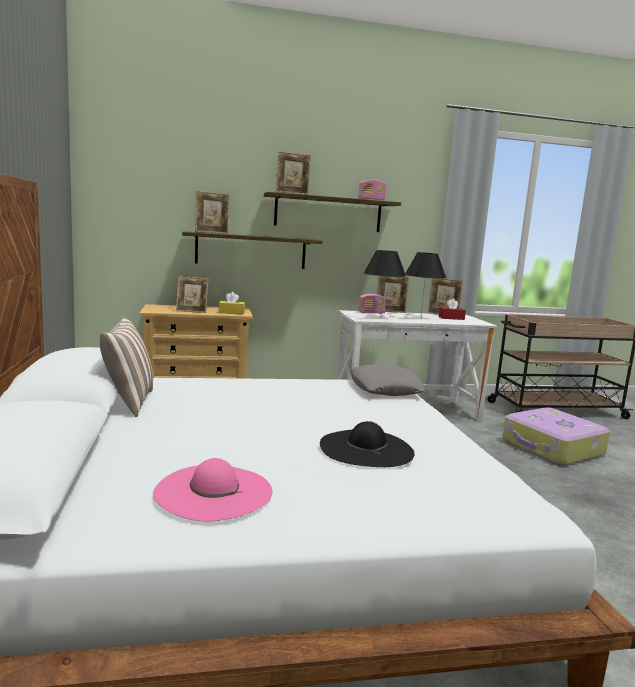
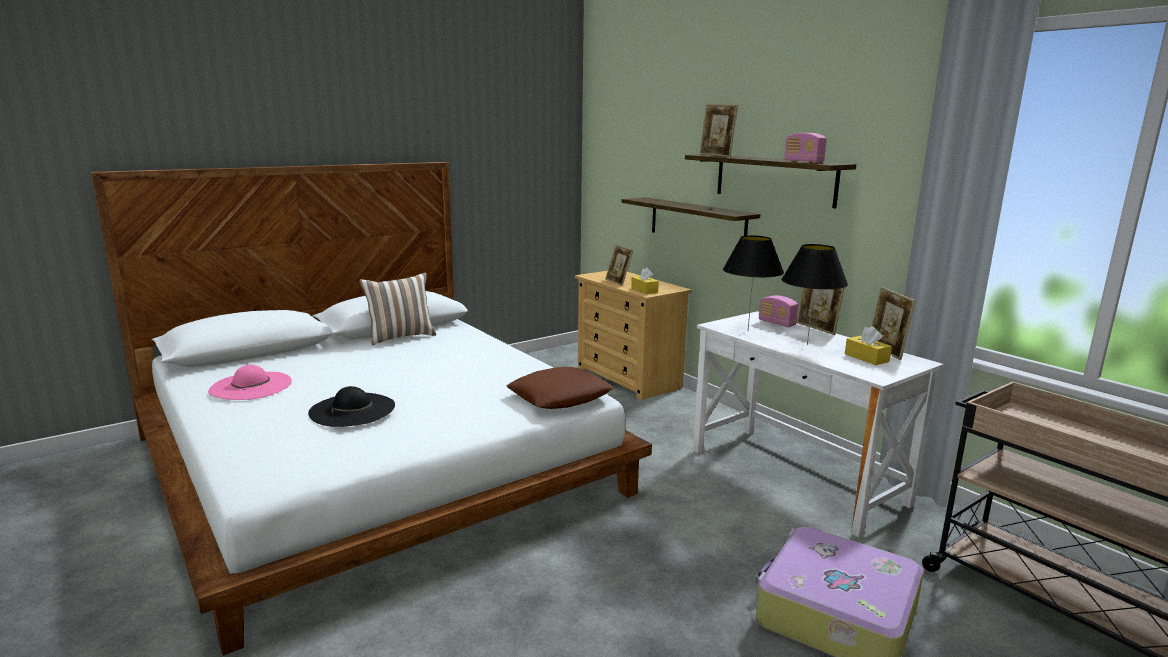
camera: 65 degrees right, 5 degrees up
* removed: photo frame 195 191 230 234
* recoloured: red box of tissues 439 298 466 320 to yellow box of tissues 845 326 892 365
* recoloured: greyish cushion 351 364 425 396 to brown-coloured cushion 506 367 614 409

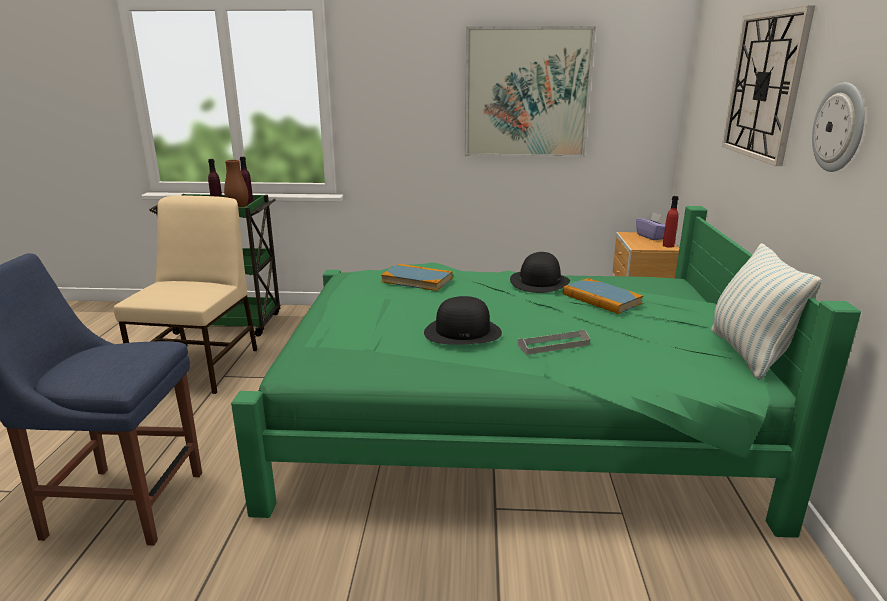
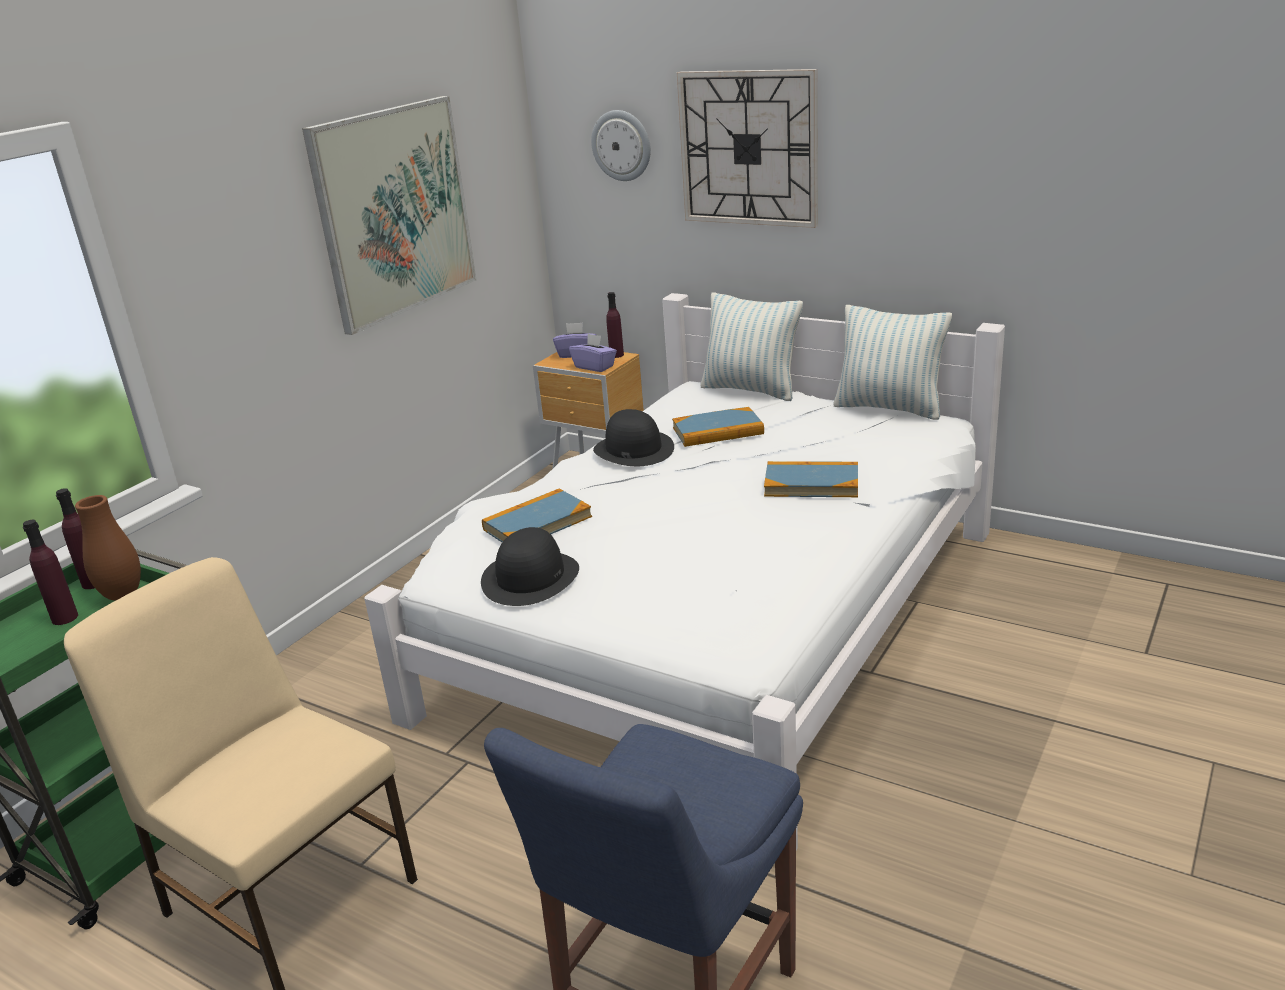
camera: 60 degrees left, 5 degrees up
* moved: clock on the wall 812 82 865 172 to 591 110 651 181
* recoloured: red bottle 663 196 679 248 to purple-coloured bottle 606 292 624 358
* recoloured: greenish bedroom bed 231 206 861 538 to white-coloured bedroom bed 364 293 1005 864
* moved: blackish clothing hat 424 296 502 345 to 481 527 579 606
* replaced: greyish carrying tray 517 330 590 355 to volume 764 461 858 497
* added: cushion 700 292 803 401
* added: purple-coloured box of tissues 569 334 617 372

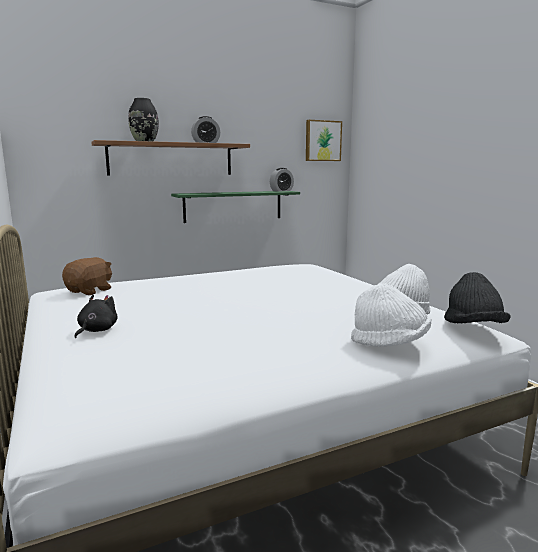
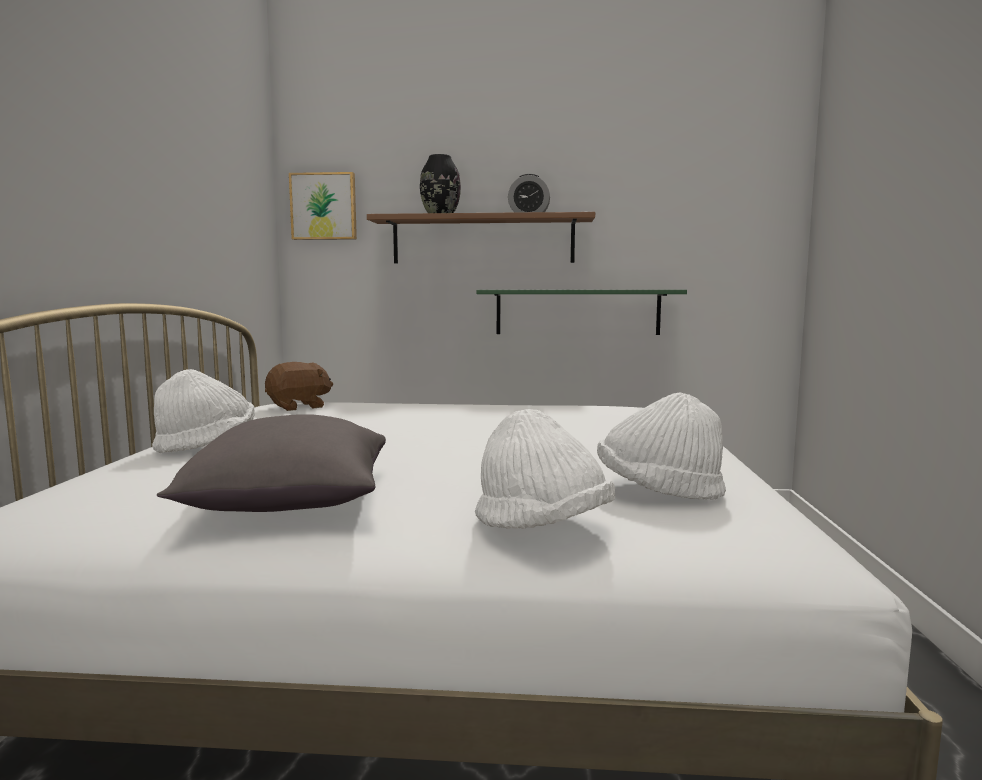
camera: 30 degrees right, 5 degrees down
* moved: wall picture 306 120 342 161 to 289 172 357 240
* removed: table clock 270 168 294 192
* removed: blackish clothing hat 444 272 511 323
* replaced: blackish cuddly toy 74 295 118 338 to white-coloured clothing hat 152 369 255 453
* added: greyish cushion 157 414 386 512

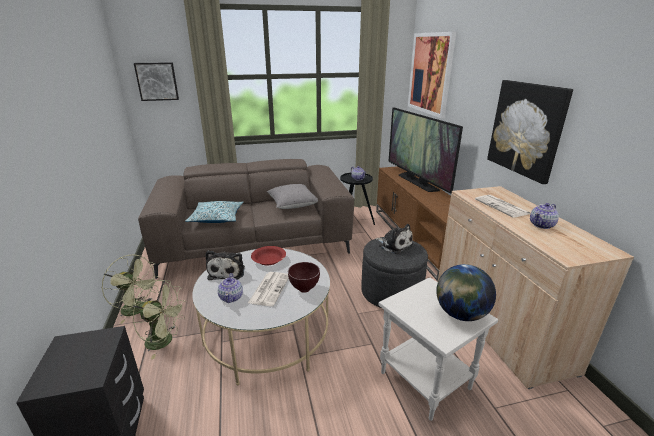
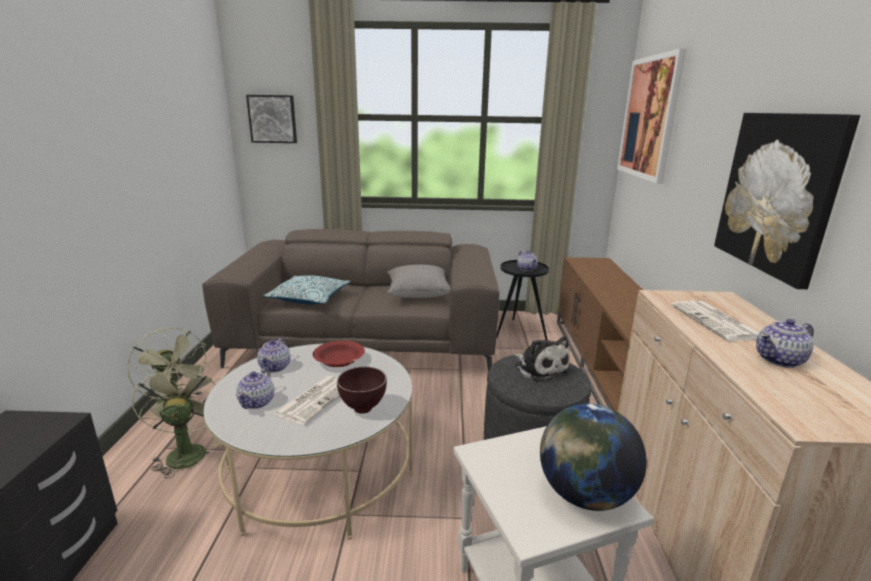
camera: 15 degrees right, 5 degrees down
* removed: TV 388 107 463 194
* replaced: cuddly toy 205 251 245 280 to teapot 258 337 291 373
* turned: greenish cooling fan 133 280 186 359 = 131 362 222 478 135 degrees counterclockwise

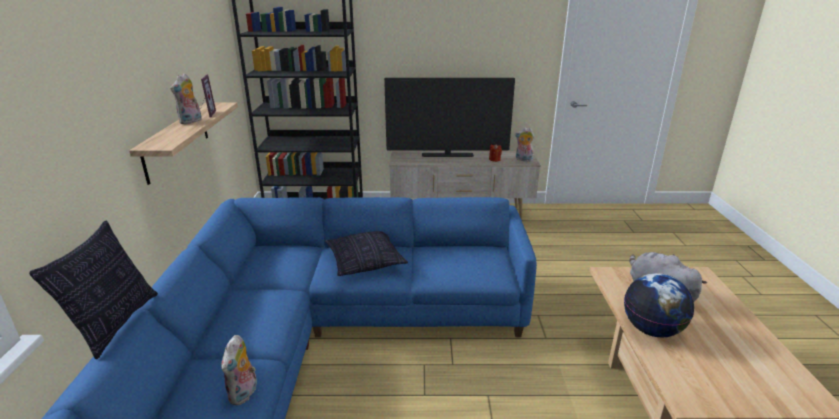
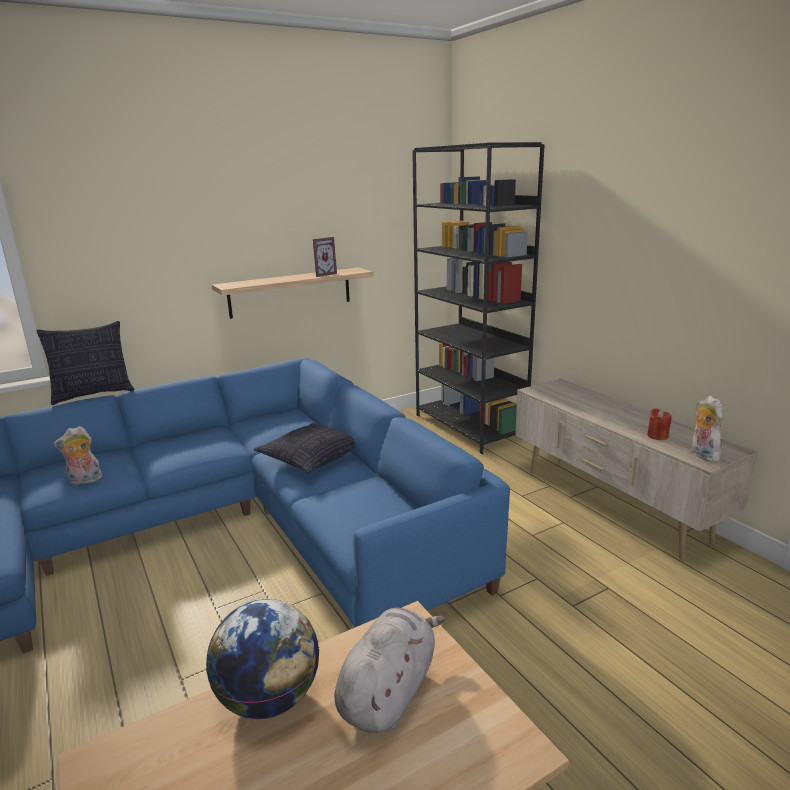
camera: 60 degrees right, 5 degrees down
* removed: cuddly toy 170 73 202 124
* removed: TV 384 78 515 157

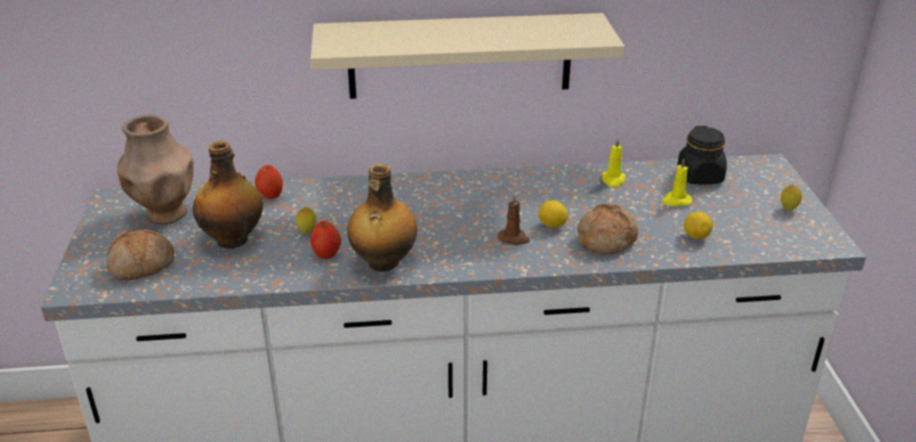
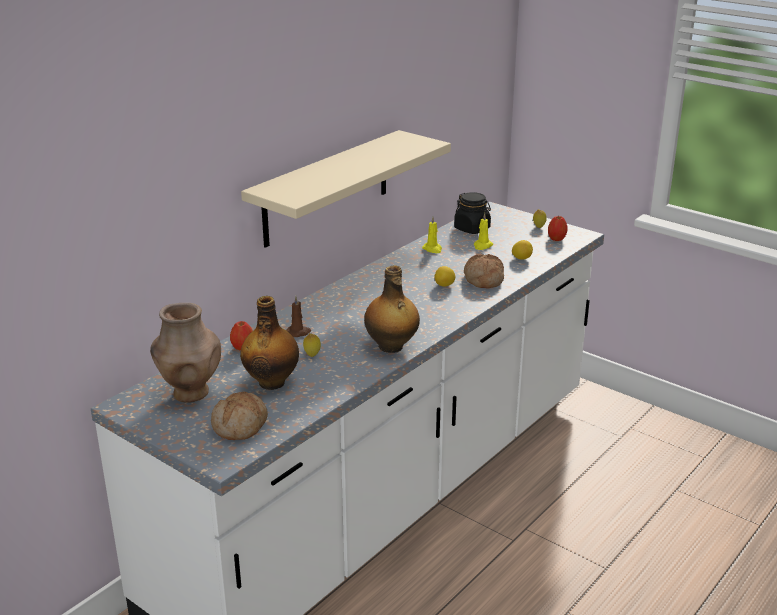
camera: 45 degrees left, 5 degrees down
* moved: brown-coloured wax light 498 194 530 245 to 286 296 311 337
* moved: apple 311 221 341 259 to 548 216 568 241

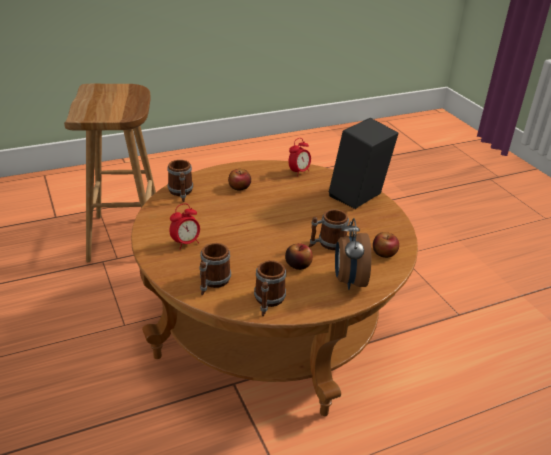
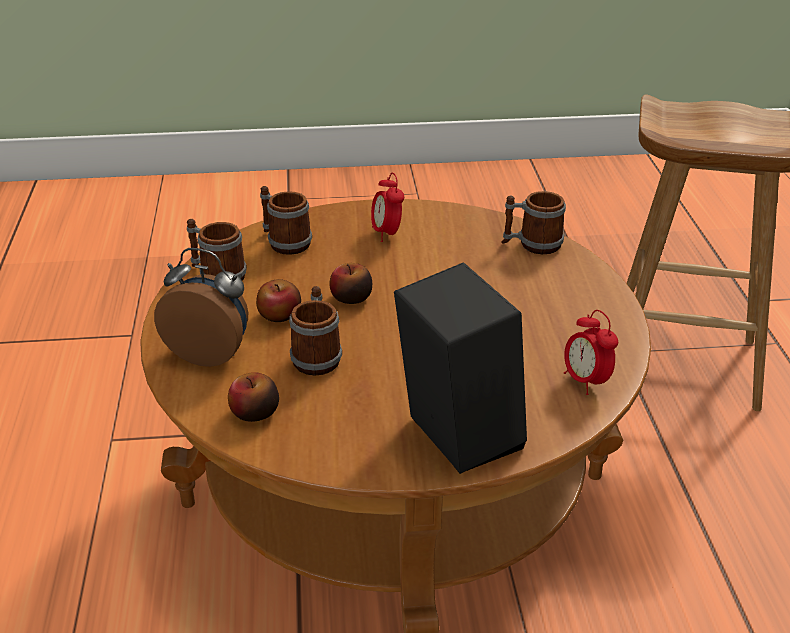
camera: 110 degrees right, 0 degrees up
* moved: apple 228 169 251 191 to 330 263 372 304

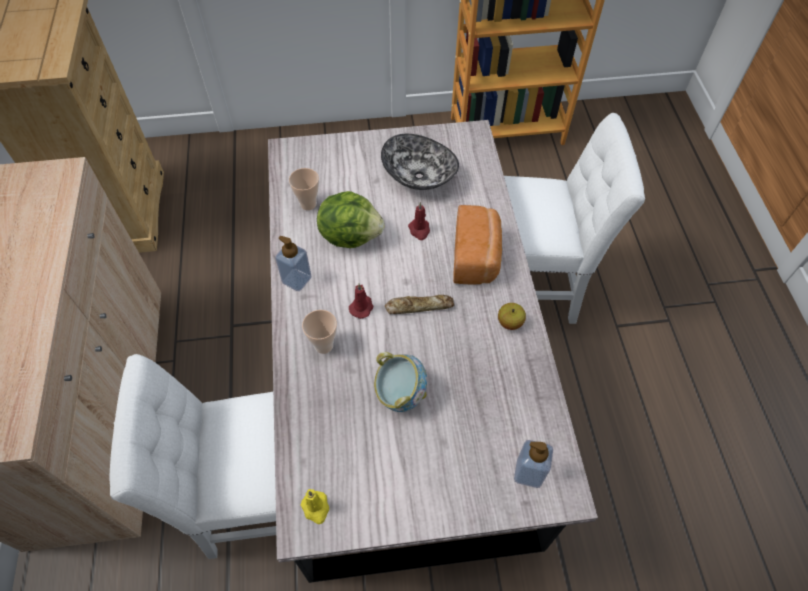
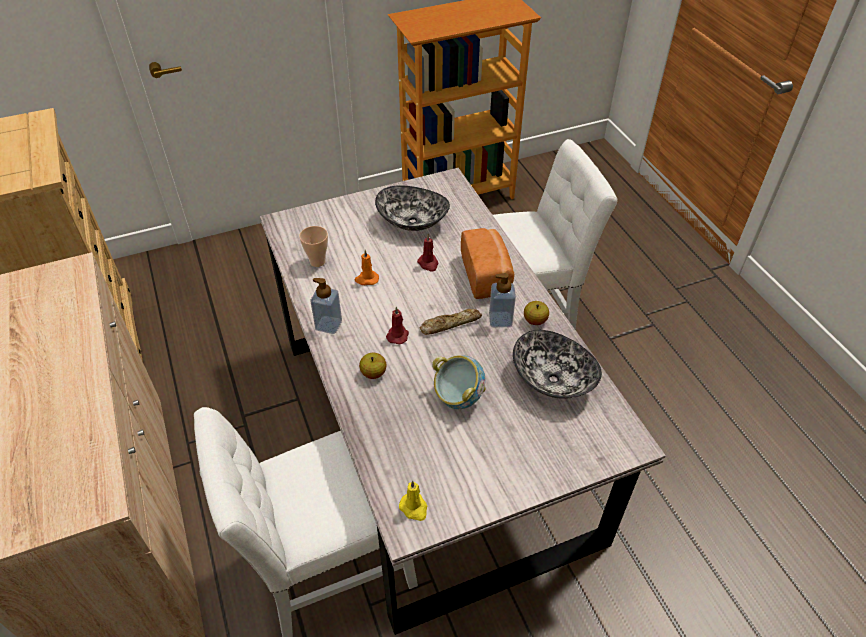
camera: 15 degrees left, 10 degrees down
* replaced: lettuce 317 191 385 248 to orange-coloured wax light 355 250 379 285
* replaced: small cup 302 310 337 354 to apple 359 353 386 379
* moved: soap bottle 514 440 553 488 to 489 273 516 327
* added: serving bowl 513 330 602 399

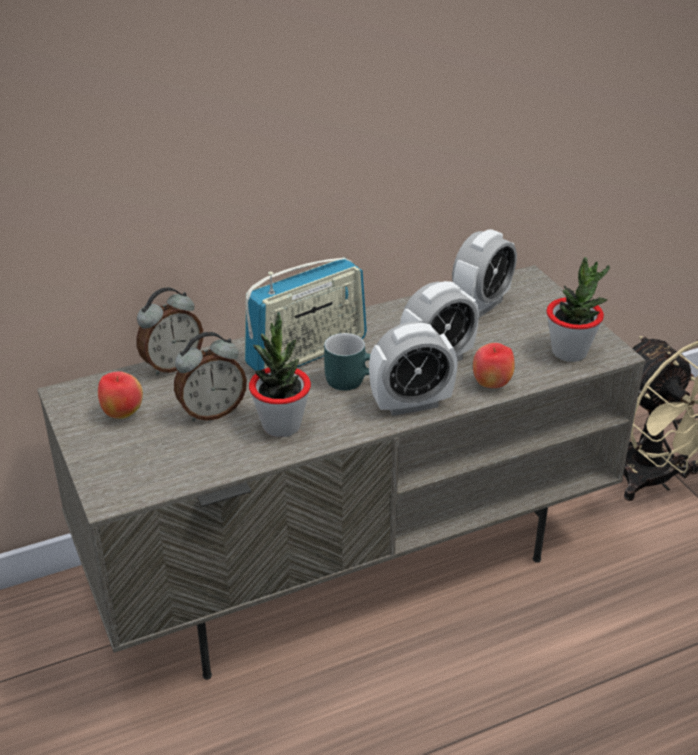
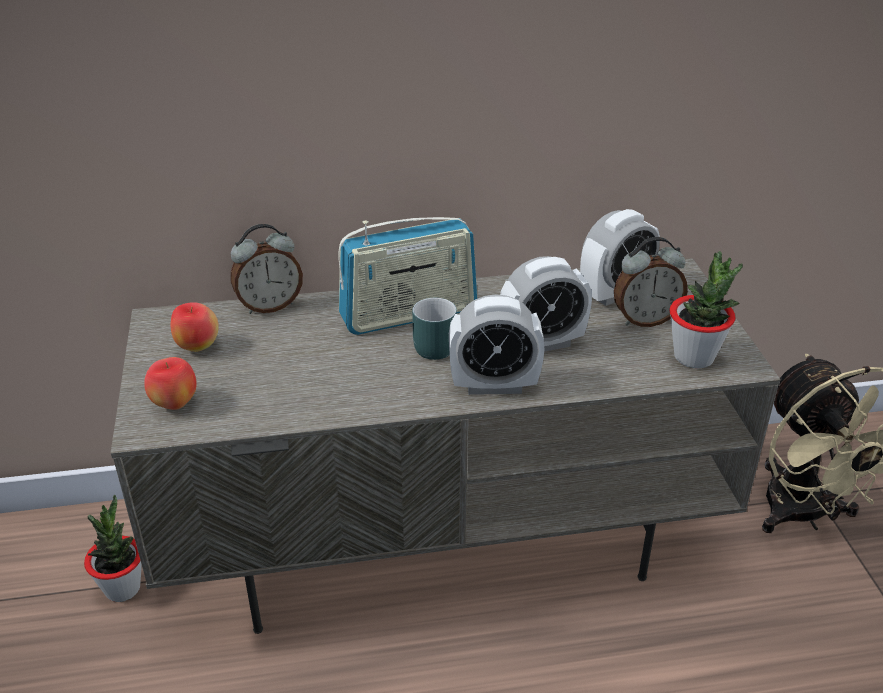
camera: 15 degrees right, 0 degrees up
* moved: houseplant 249 312 311 437 to 84 495 142 602
* moved: table clock 174 332 247 422 to 614 237 688 327
* moved: apple 473 343 515 388 to 144 357 197 410

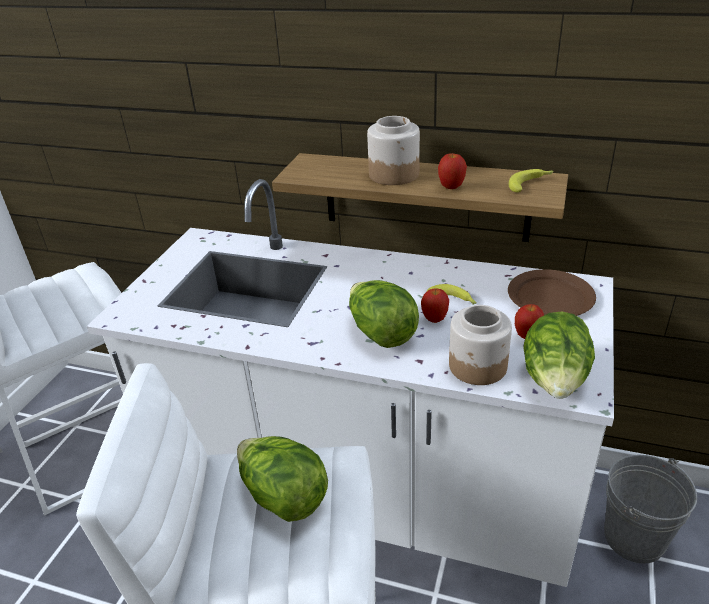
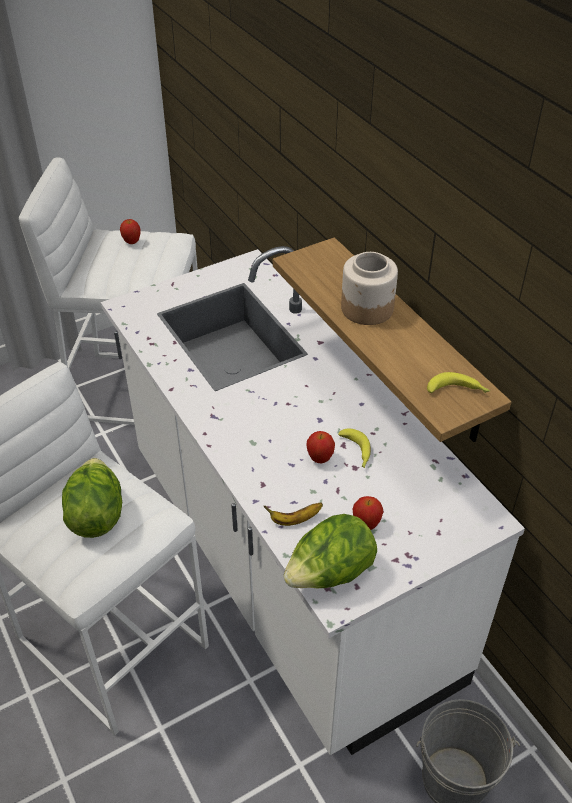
camera: 40 degrees right, 10 degrees up
* moved: apple 438 152 467 189 to 120 219 140 244
* removed: brown-coloured plate 508 269 596 316
* removed: lettuce 349 280 419 348
* replaced: storage jar 449 305 512 385 to whole banana 264 503 323 526

